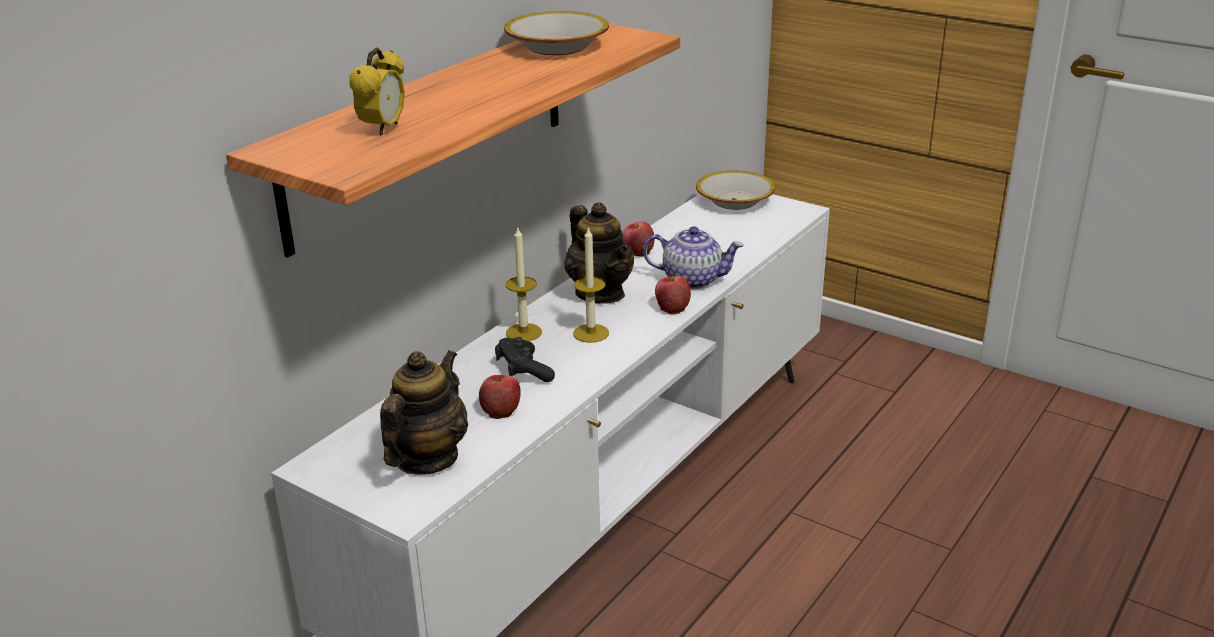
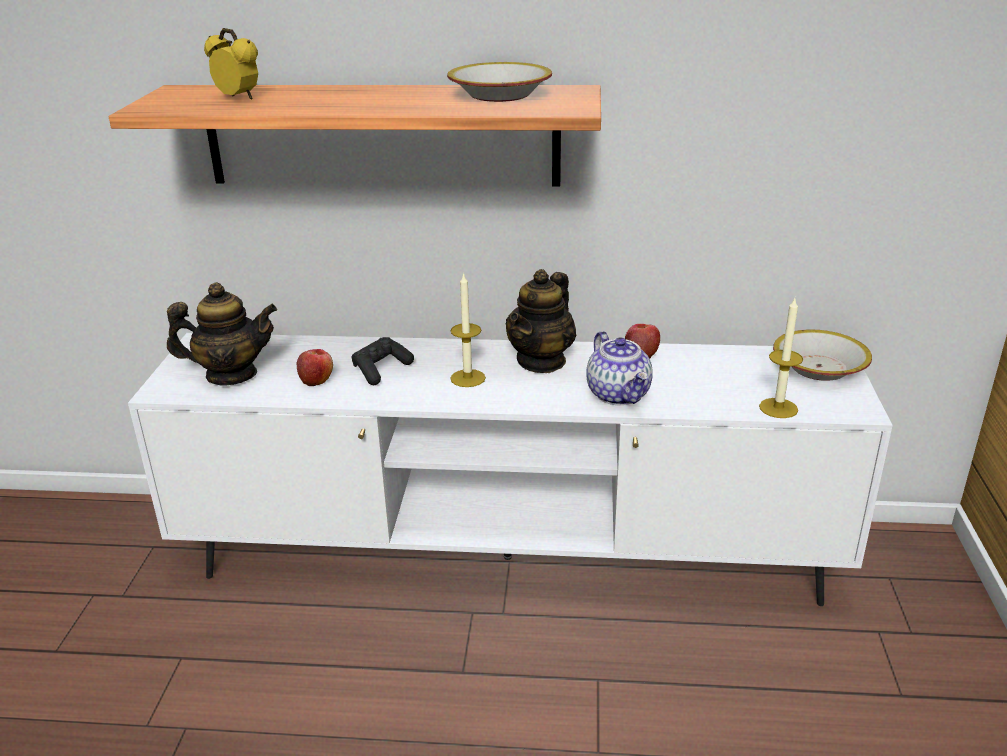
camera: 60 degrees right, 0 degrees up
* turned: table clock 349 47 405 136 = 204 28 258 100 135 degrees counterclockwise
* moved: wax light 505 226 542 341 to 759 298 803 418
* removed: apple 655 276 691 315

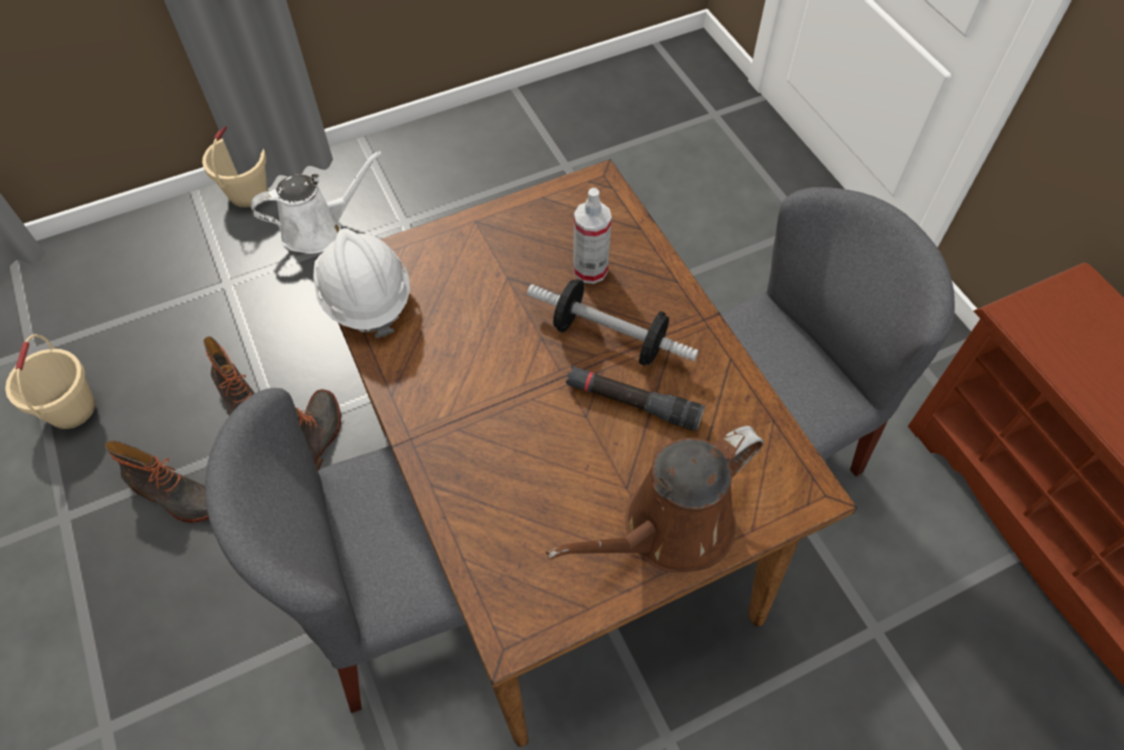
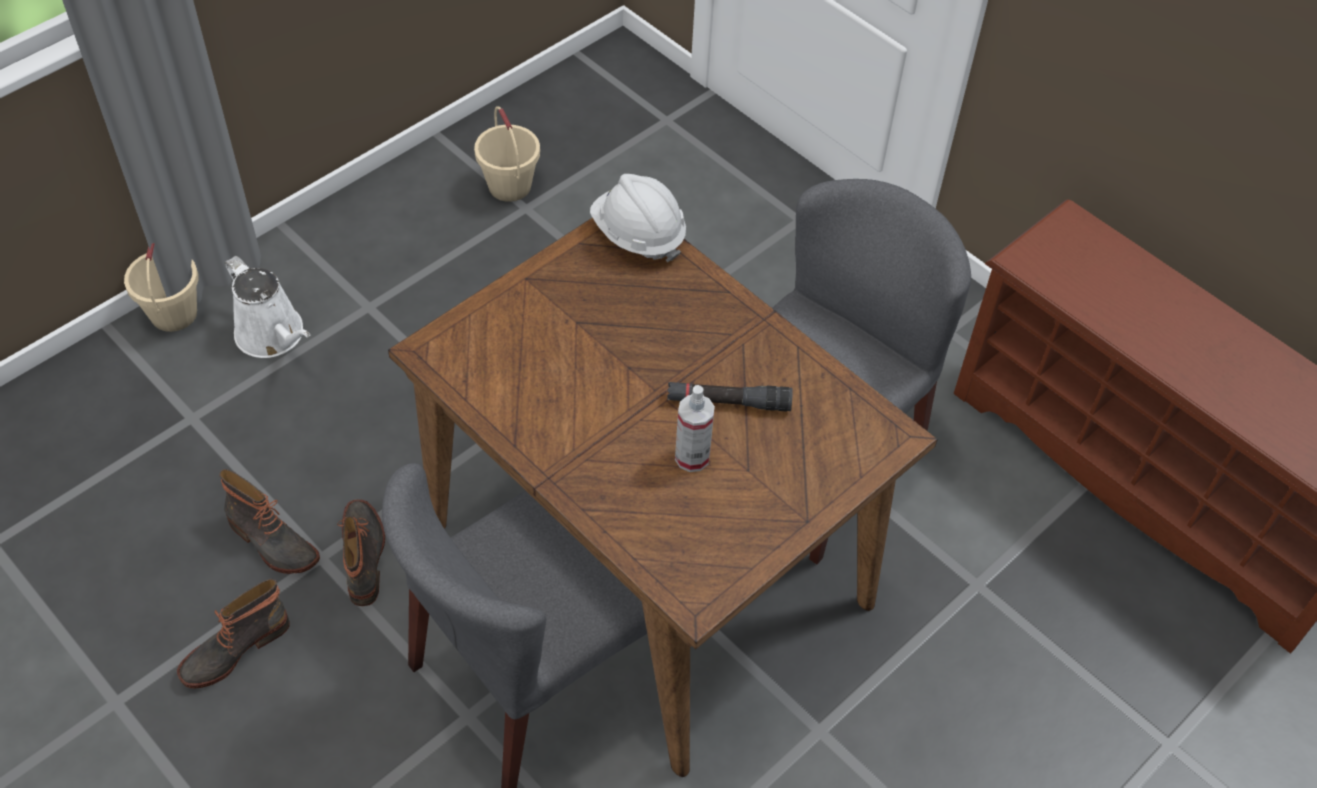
camera: 20 degrees left, 5 degrees down
* turned: white-coloured sprinkling can 251 151 382 254 = 225 256 311 358 90 degrees clockwise
* moved: sprayer 573 188 612 284 to 675 385 715 472
* moved: white-coloured work helmet 313 228 410 338 to 590 174 686 262
* removed: free weight 527 279 699 366
* moved: sand-coloured pail 5 334 95 429 to 474 106 540 202
* removed: brown-coloured sprinkling can 546 426 764 573
* turned: tall boot 105 440 209 523 = 177 579 290 689 135 degrees clockwise

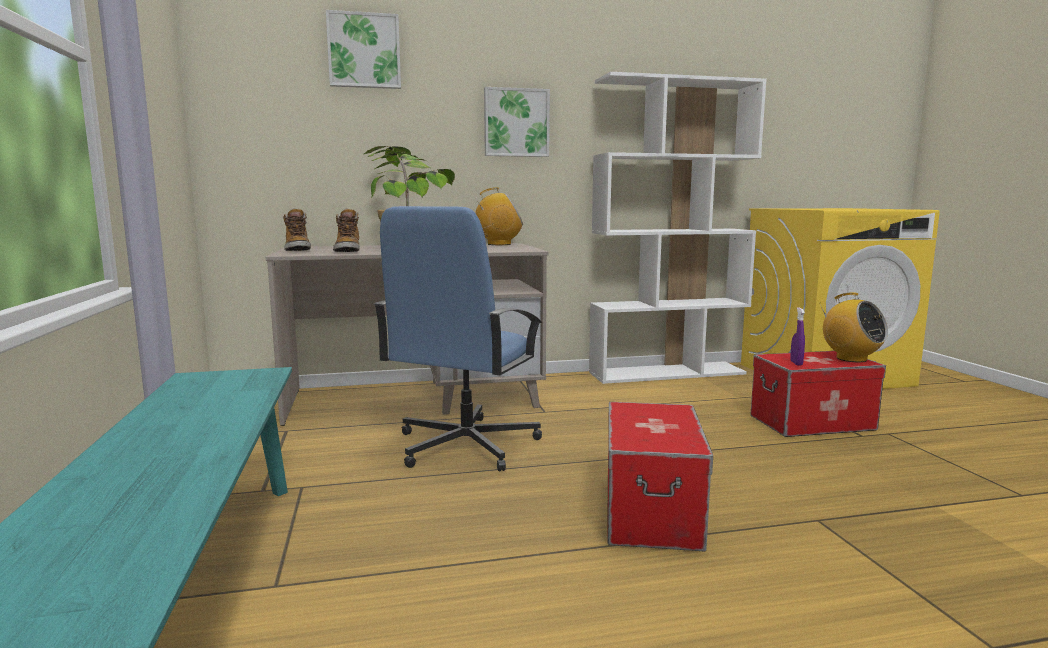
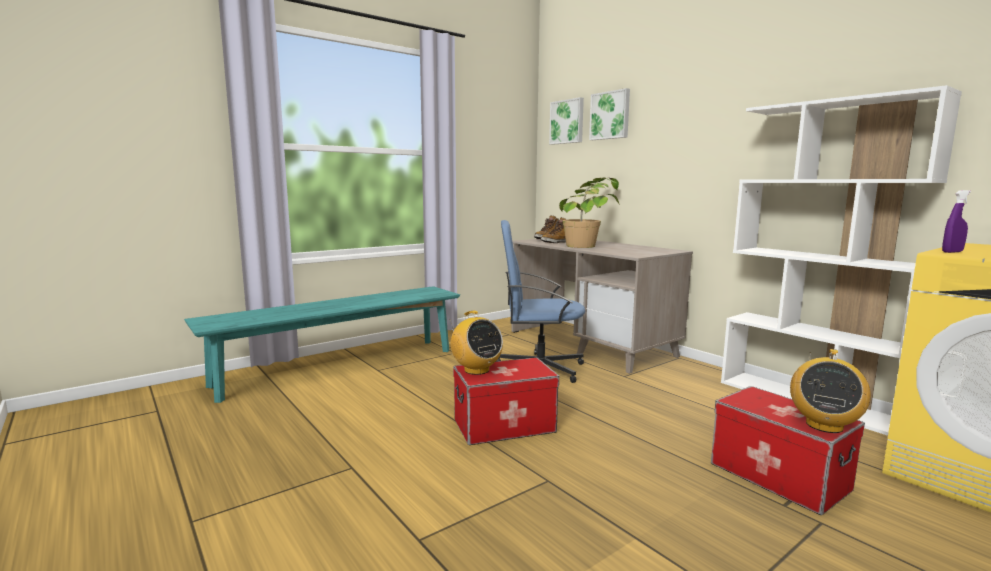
camera: 65 degrees right, 0 degrees up
* moved: wall picture 484 87 550 157 to 549 97 584 145
* moved: radio receiver 475 187 523 245 to 450 311 503 375
* moved: purple-coloured sprayer 790 307 805 366 to 942 190 971 253

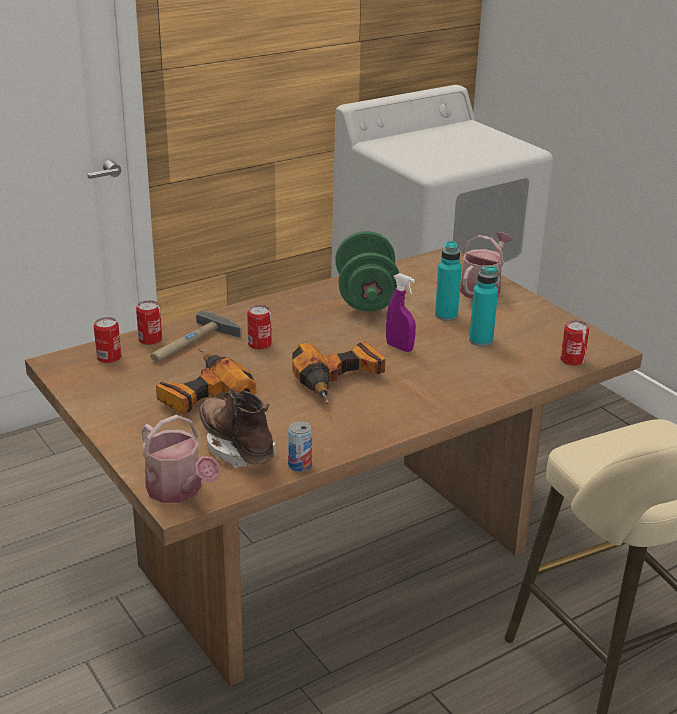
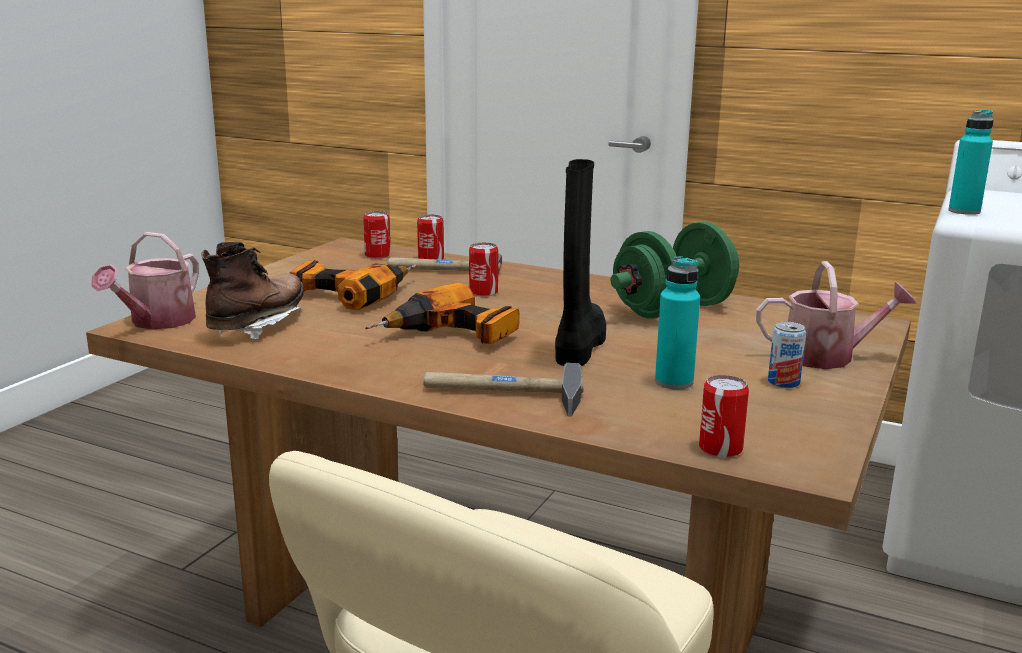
camera: 60 degrees right, 10 degrees down
* moved: turquoise bottle 435 241 462 321 to 948 110 994 215
* replaced: purple-coloured sprayer 386 273 416 352 to blackish tall boot 555 159 606 366
* moved: can 288 421 312 472 to 768 322 806 388
* added: tool hammer 423 363 584 417

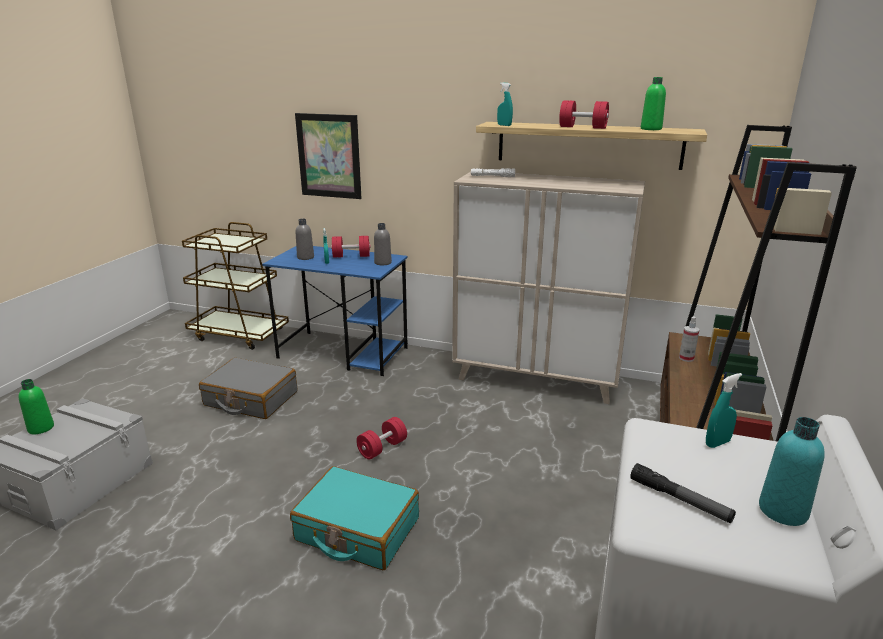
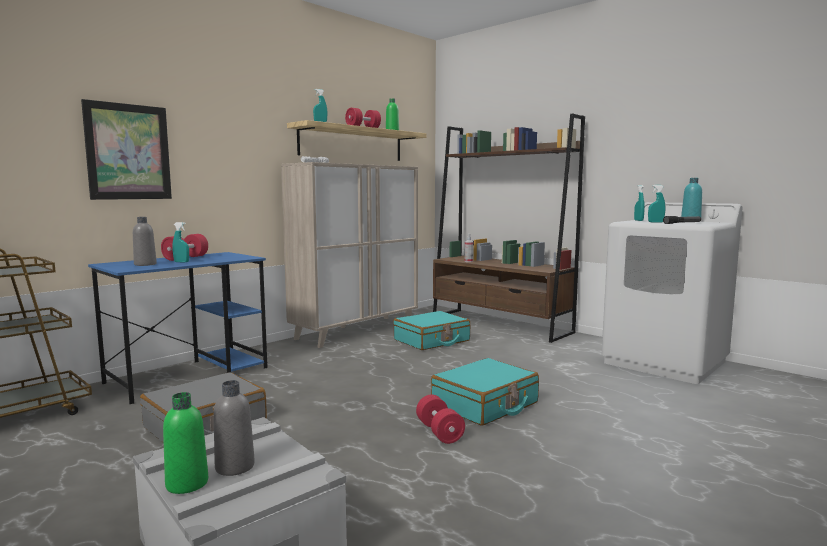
camera: 65 degrees left, 15 degrees down
* moved: greyish bottle 374 223 392 266 to 214 380 255 476
* moved: red free weight 356 417 407 460 to 416 395 465 444
* added: turquoise sprayer 648 185 665 223
* added: turquoise suitcase 393 311 470 350

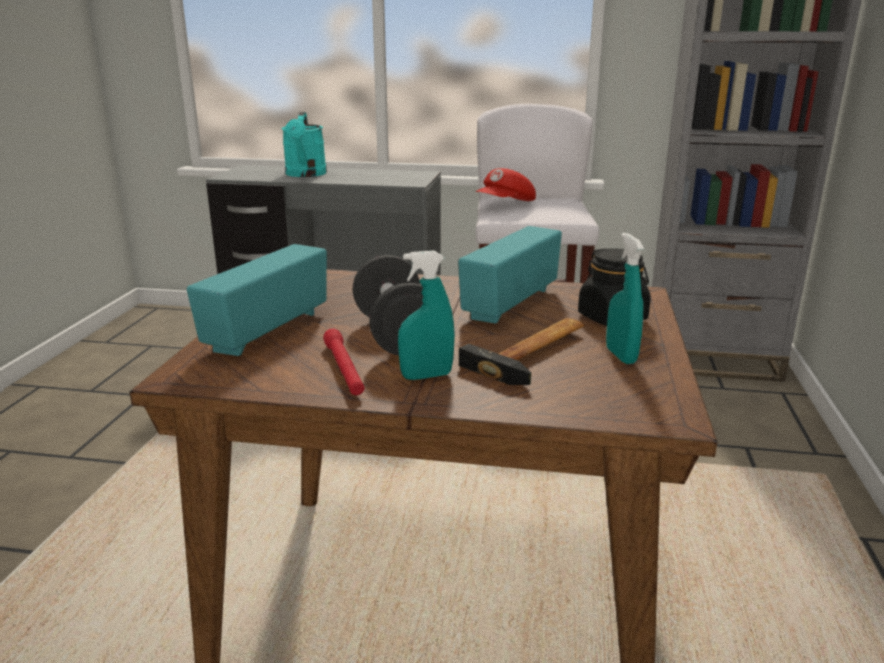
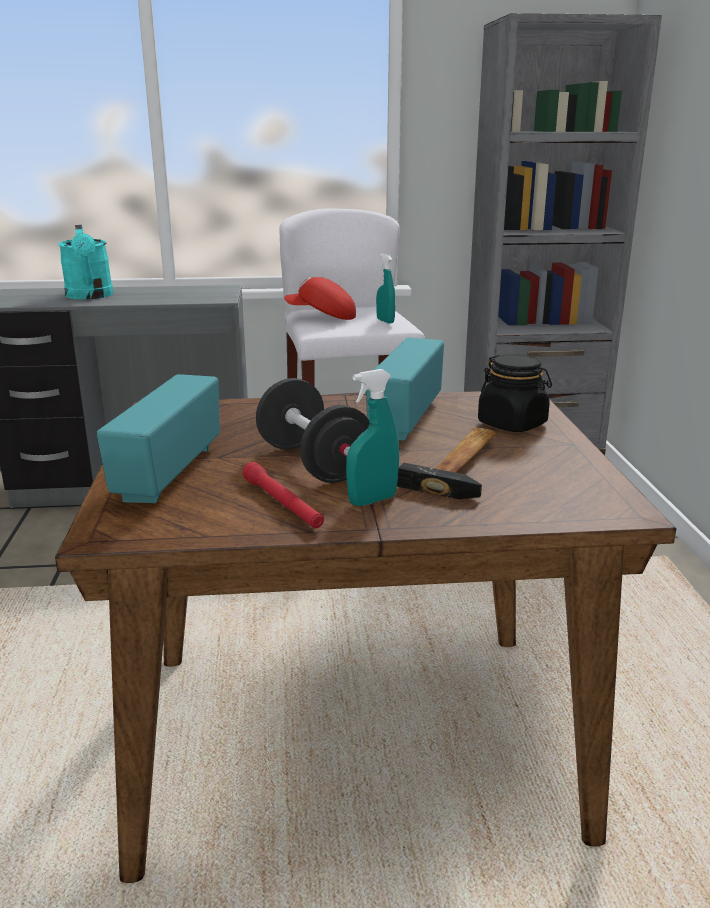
camera: 15 degrees left, 0 degrees up
* turned: red peaked cap 476 168 536 201 = 284 277 356 320 75 degrees clockwise
* moved: turquoise sprayer 606 233 644 364 to 376 254 395 324

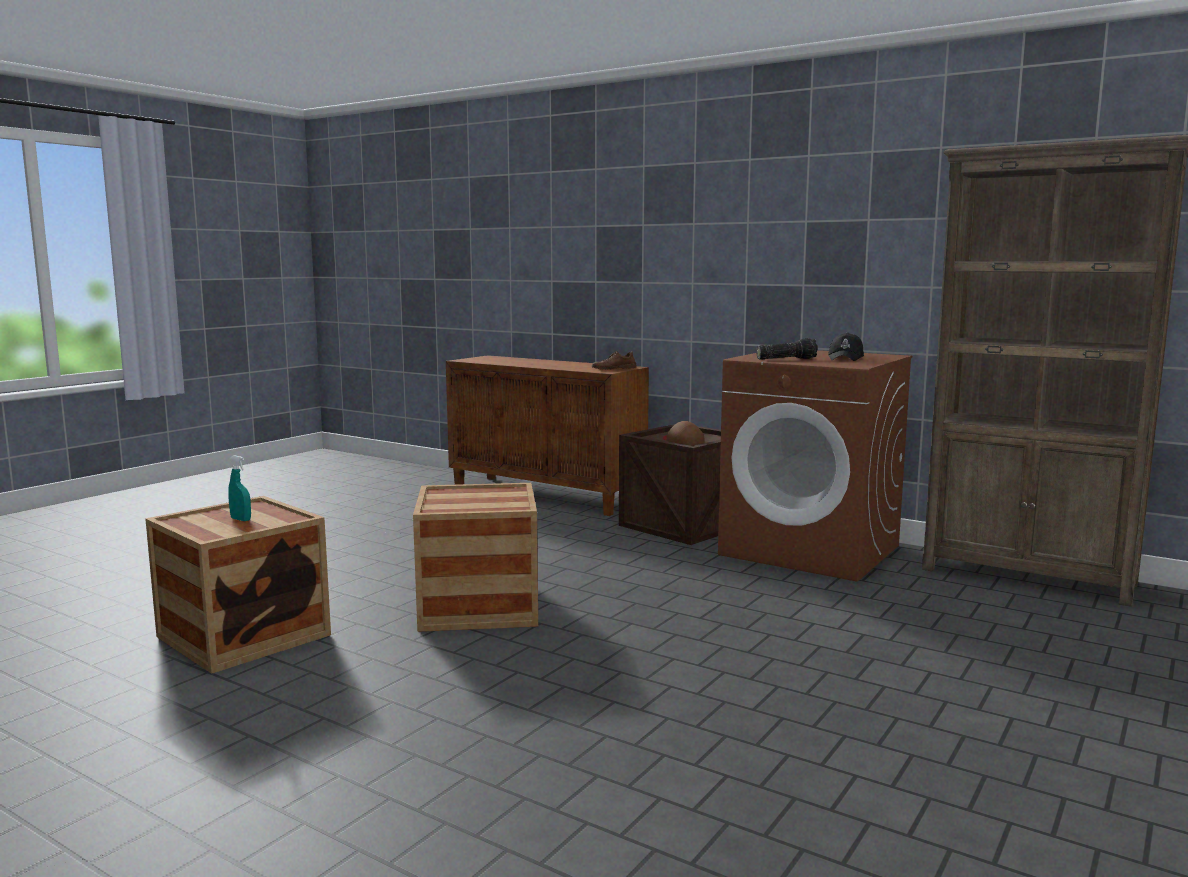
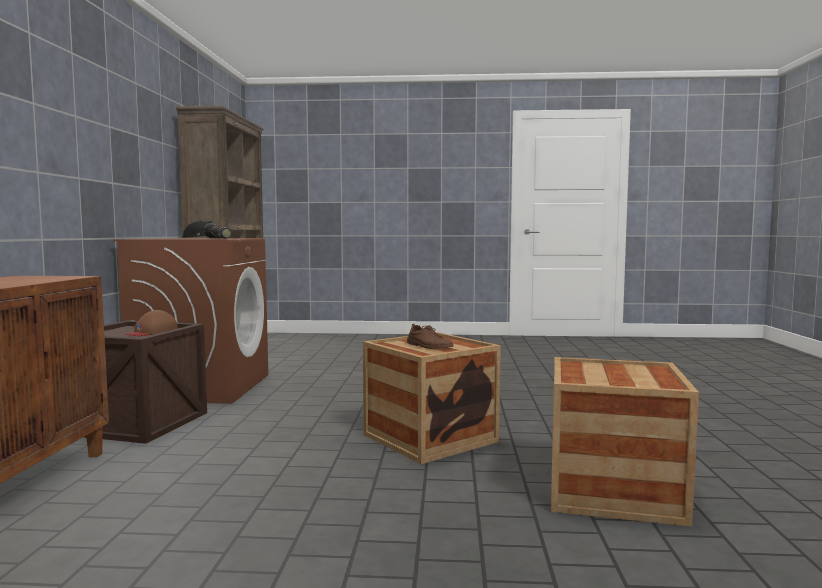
camera: 120 degrees left, 5 degrees down
* moved: brown-coloured low shoe 592 351 637 370 to 407 324 453 349
* removed: turquoise sprayer 228 455 251 521

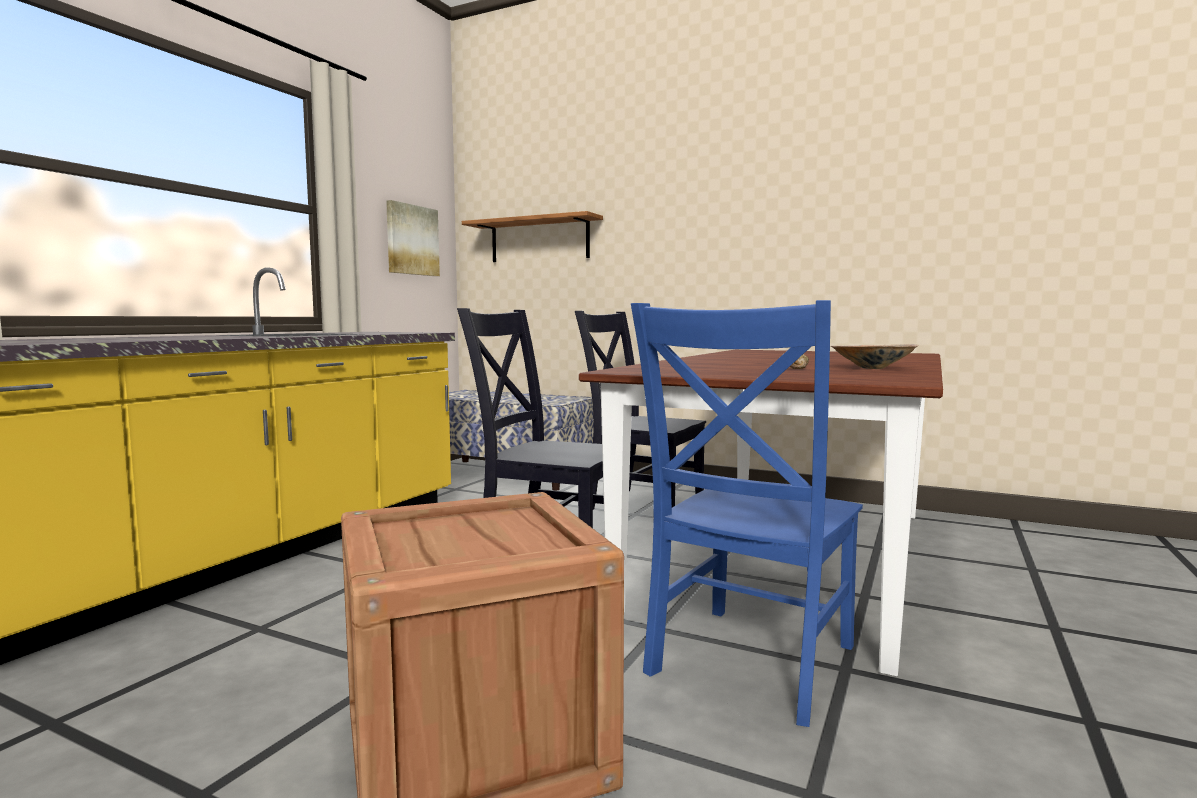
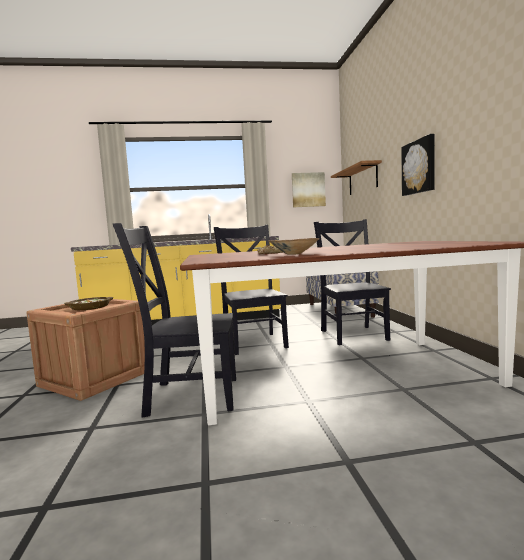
camera: 55 degrees right, 0 degrees up
* recoloured: blue-coloured upright chair 631 300 863 727 to blackish upright chair 113 223 236 417
* added: wall picture 401 134 435 196
* added: serving bowl 64 297 113 310

